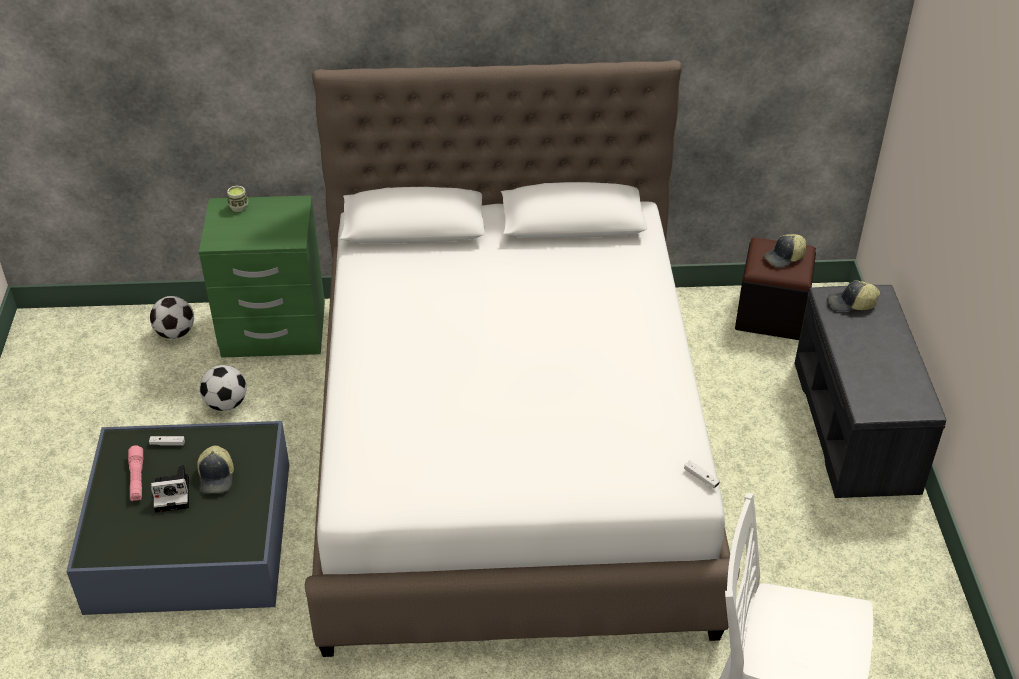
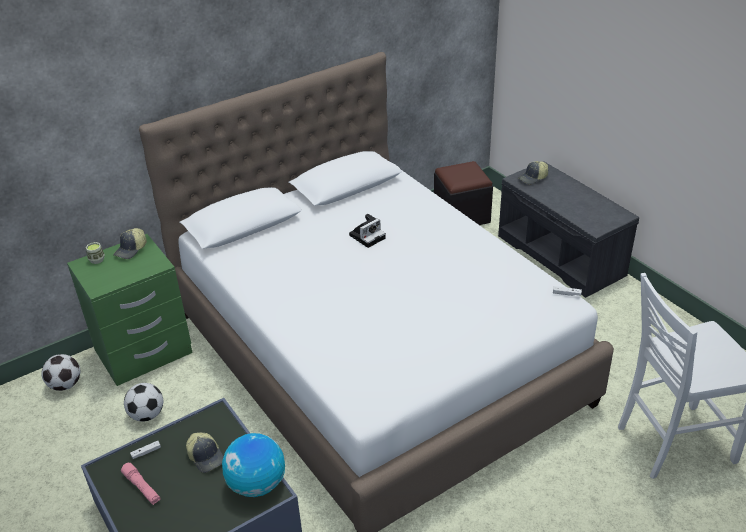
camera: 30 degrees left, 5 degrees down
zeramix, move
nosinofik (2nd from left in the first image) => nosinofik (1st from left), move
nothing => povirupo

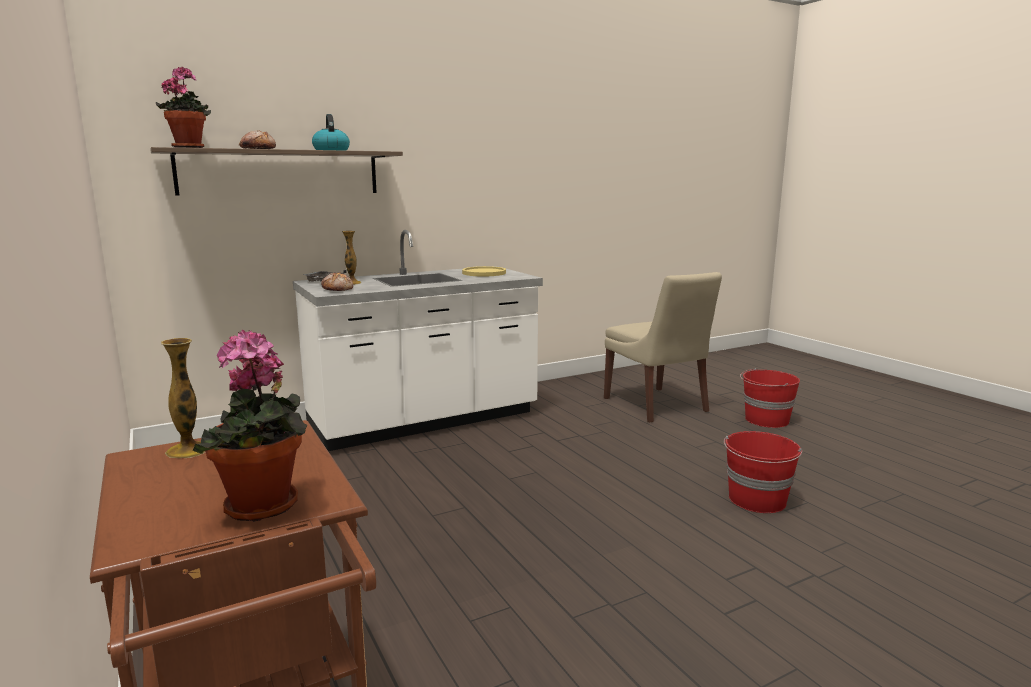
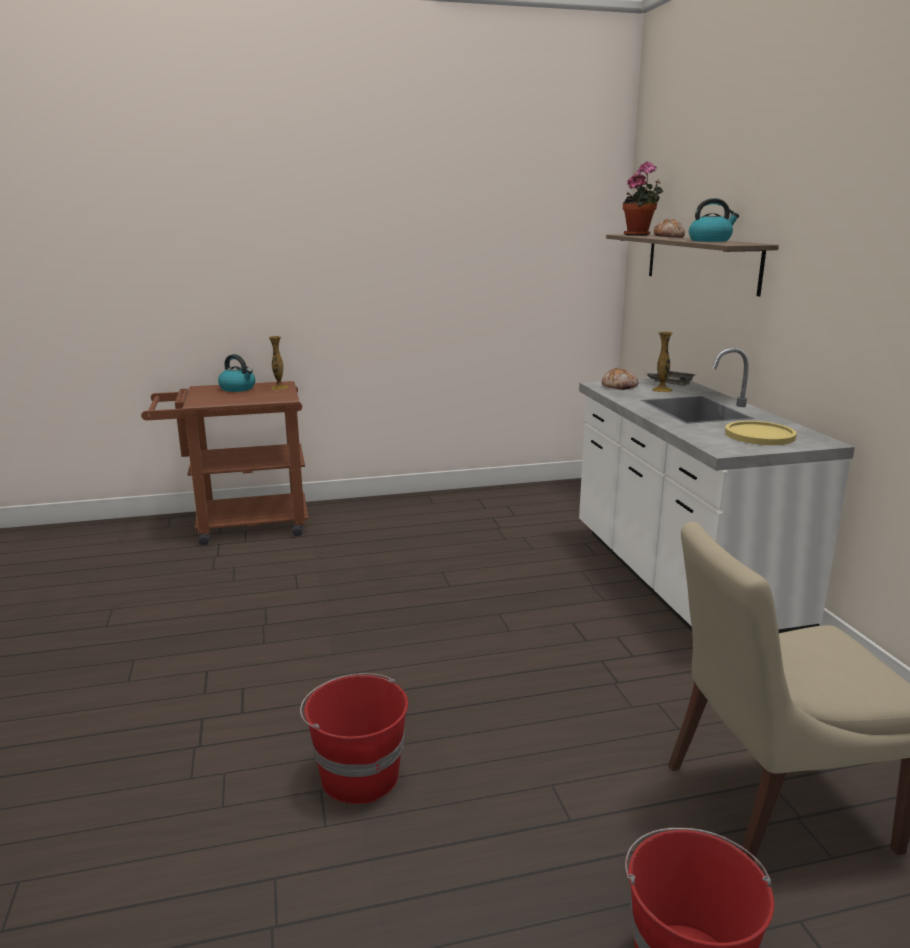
camera: 105 degrees right, 5 degrees up
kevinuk (2nd from left) => nothing
nothing => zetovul (1st from left)

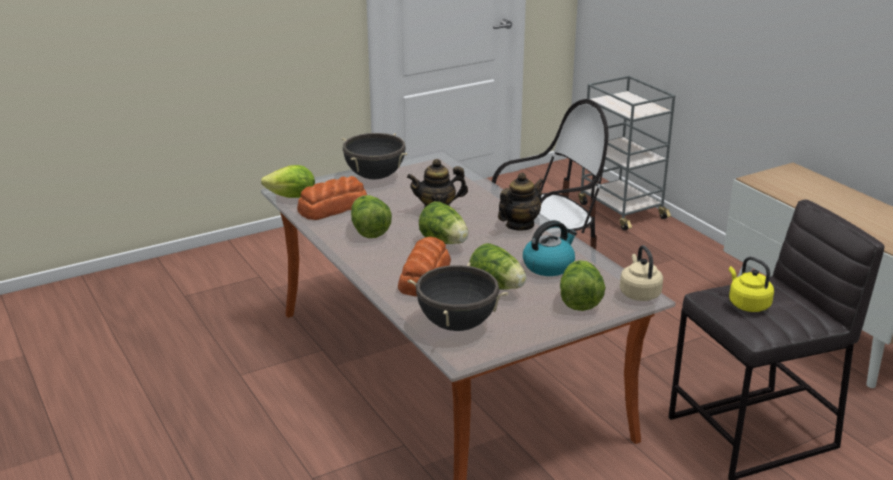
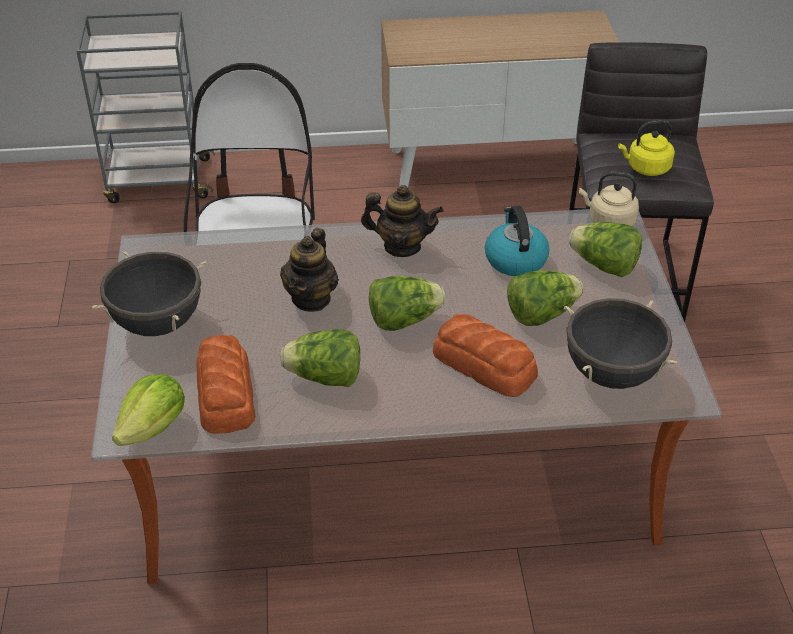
camera: 65 degrees left, 15 degrees up
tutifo (2nd from left), 120 degrees clockwise

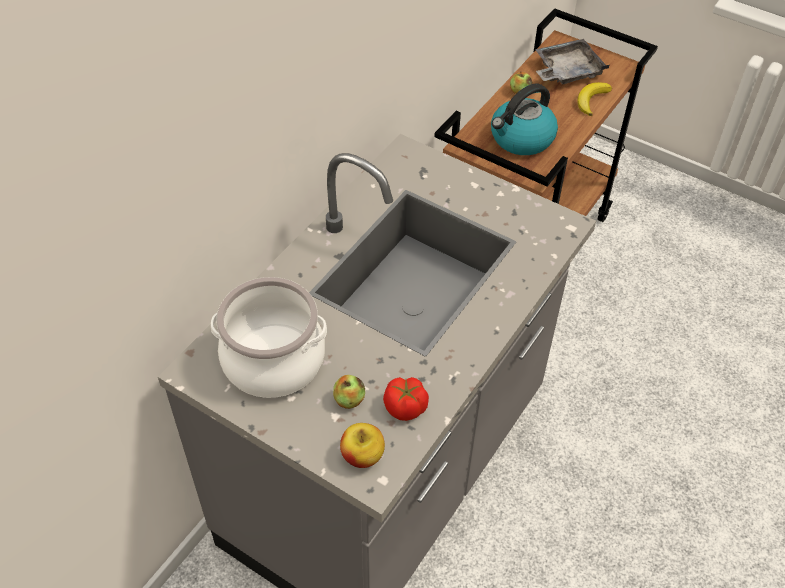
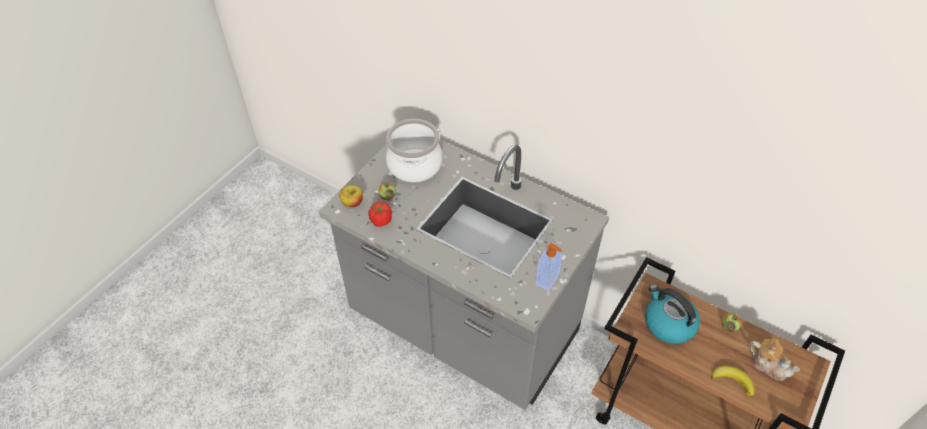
camera: 90 degrees right, 0 degrees up
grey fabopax => tutifo
nothing => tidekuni

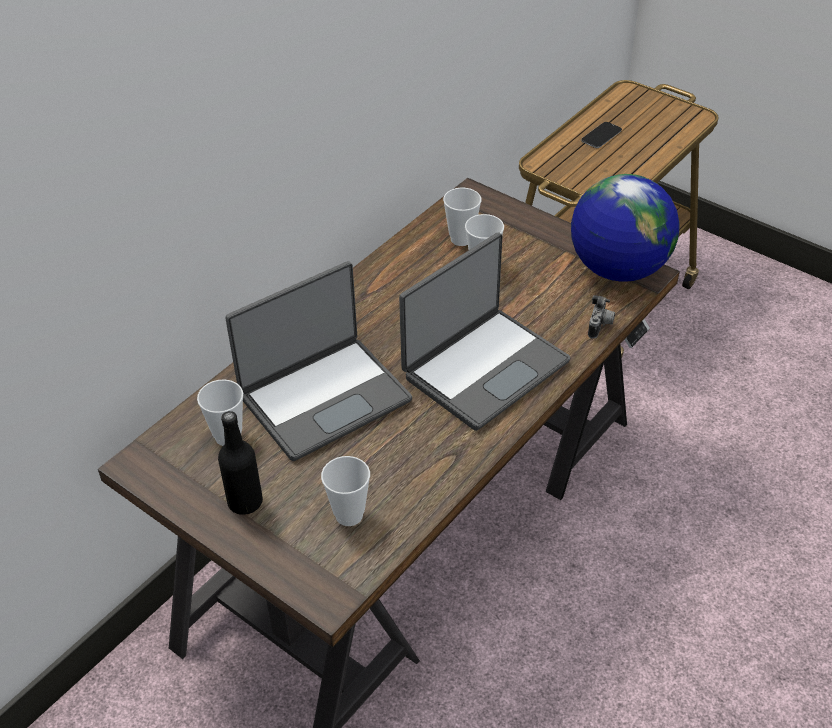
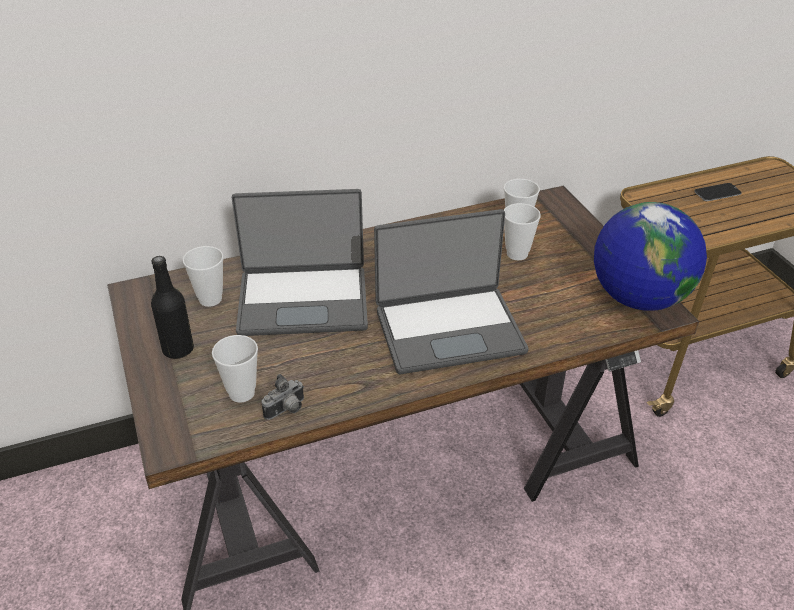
camera: 30 degrees right, 5 degrees down
zeramix, move

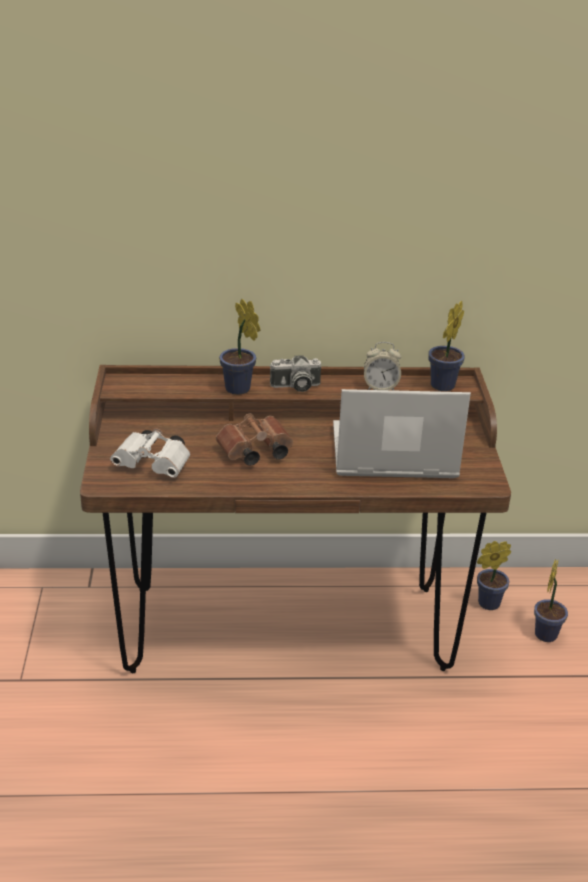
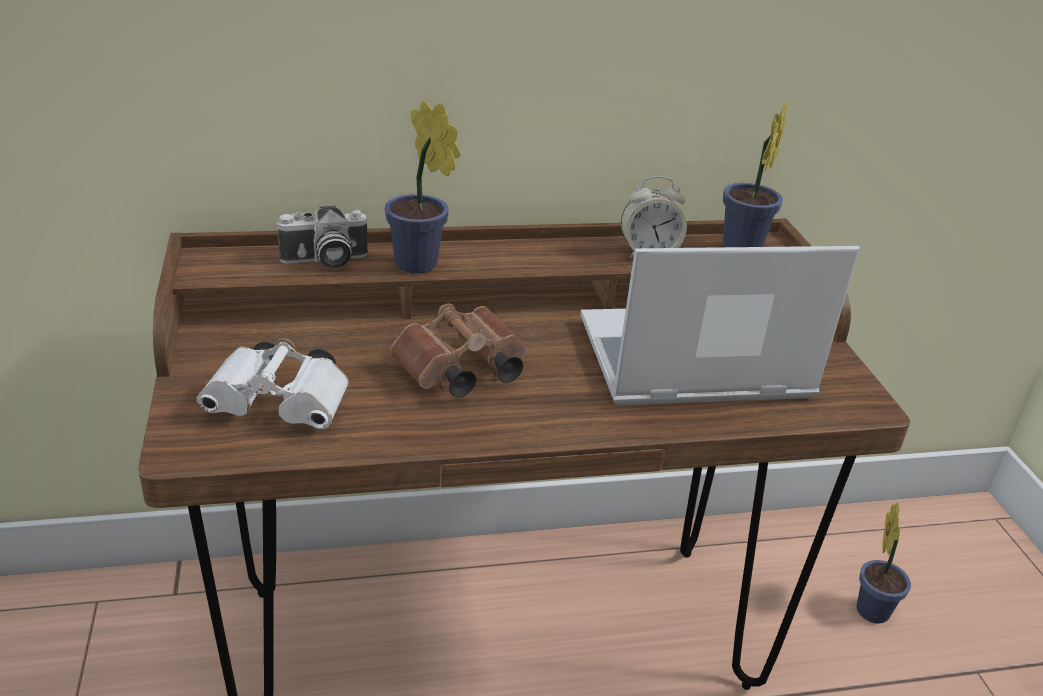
camera: 10 degrees left, 0 degrees up
zeramix, move
kevinuk (3rd from left) => nothing

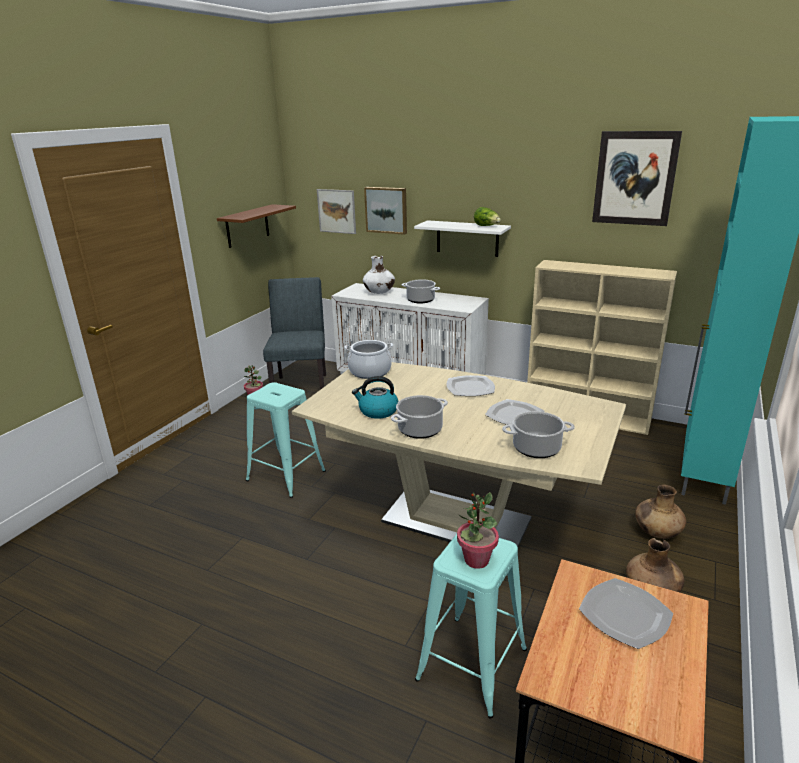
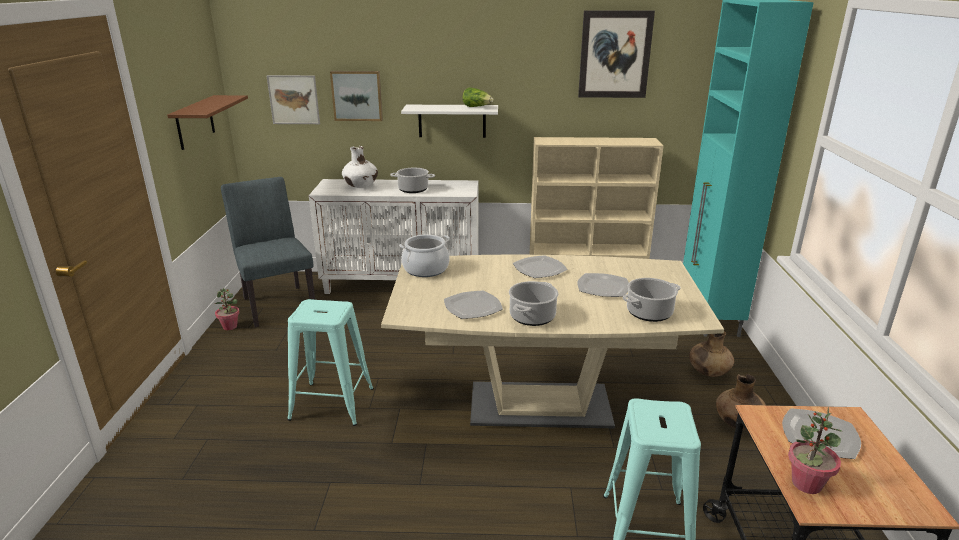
camera: 25 degrees left, 0 degrees up
zetovul => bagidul (1st from left)
kevinuk (2nd from left), move

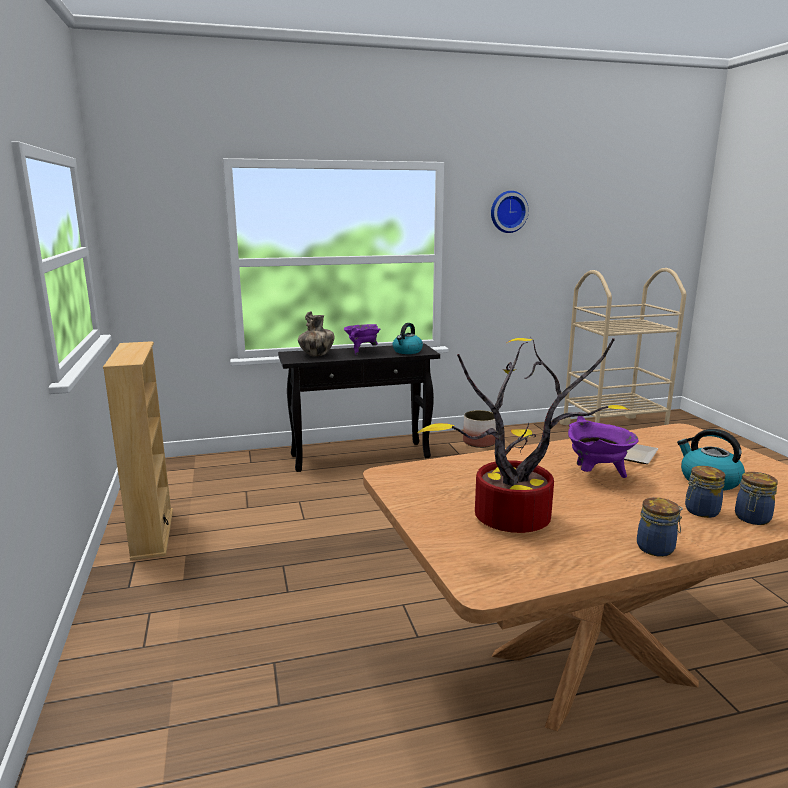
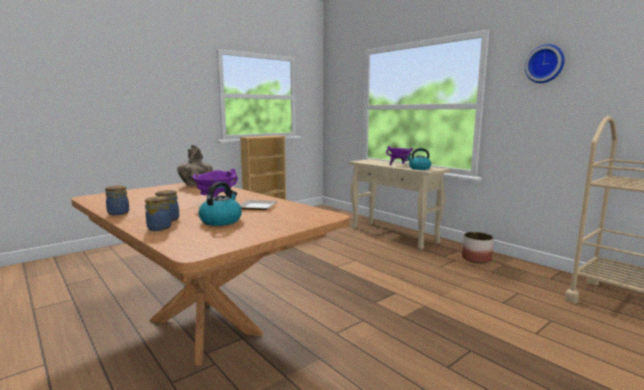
camera: 65 degrees right, 5 degrees down
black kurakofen => beige kurakofen
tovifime, move
kevinuk => nothing

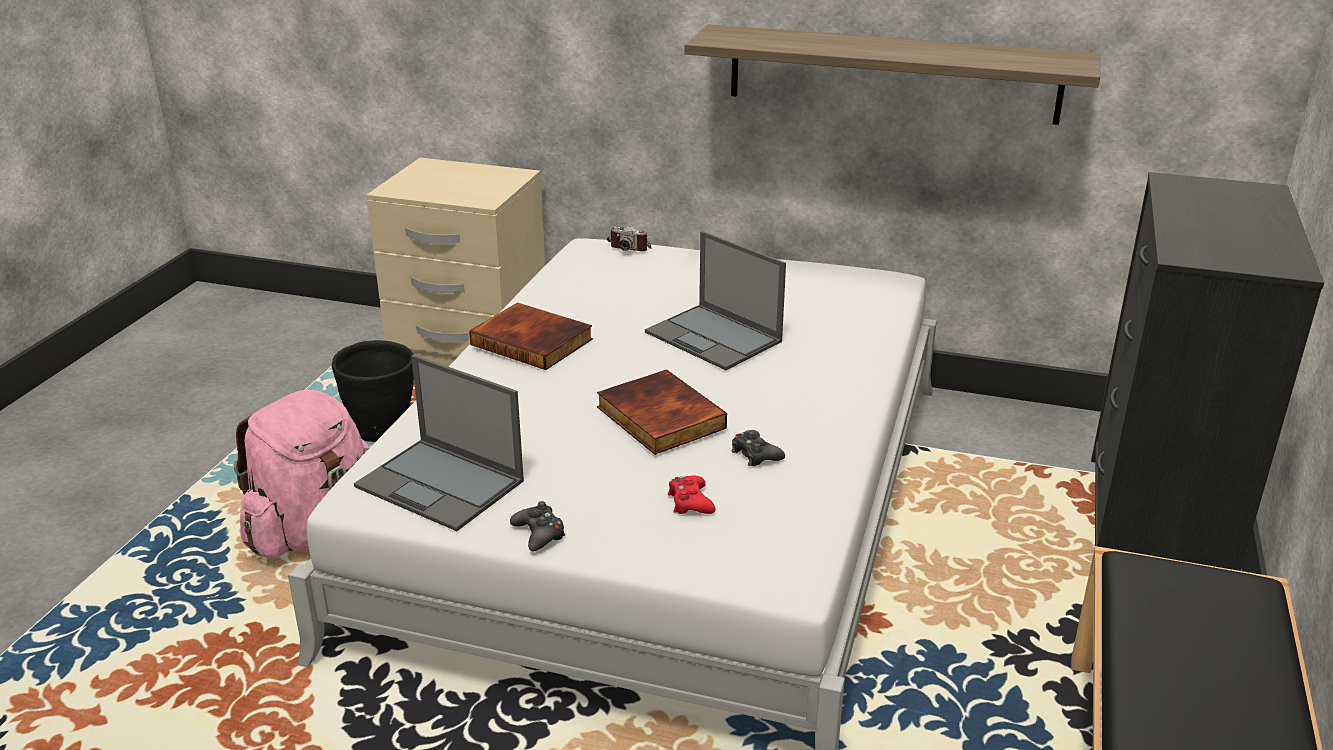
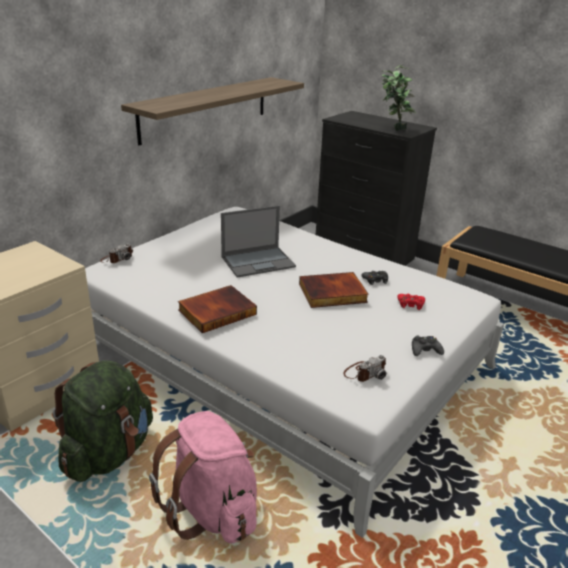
camera: 70 degrees left, 0 degrees up
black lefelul => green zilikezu
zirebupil (1st from left) => zeramix (2nd from left)
nothing => kevinuk

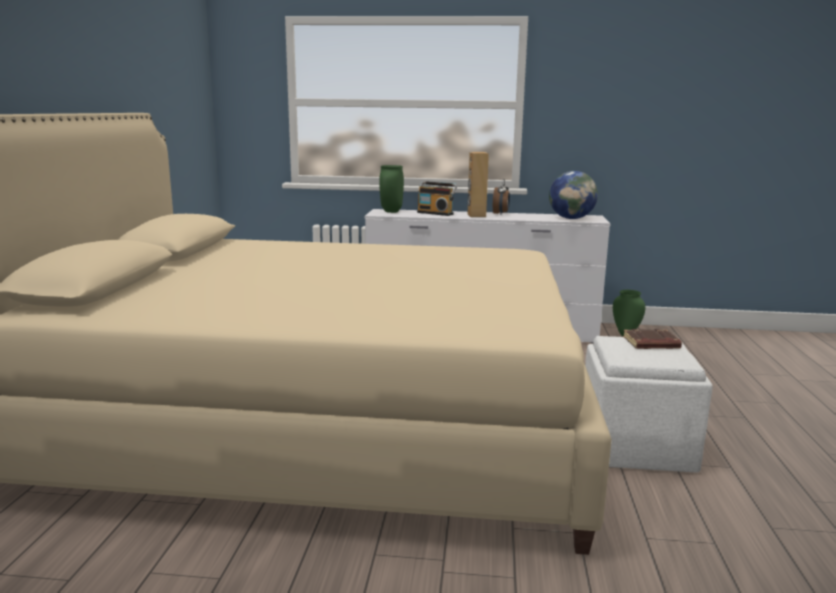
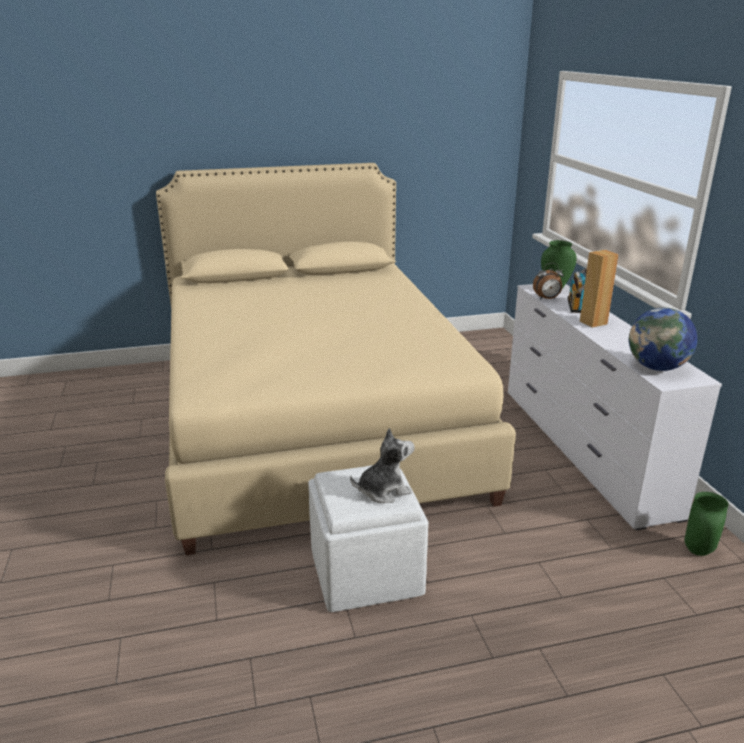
camera: 70 degrees right, 10 degrees up
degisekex, move
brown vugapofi => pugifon

